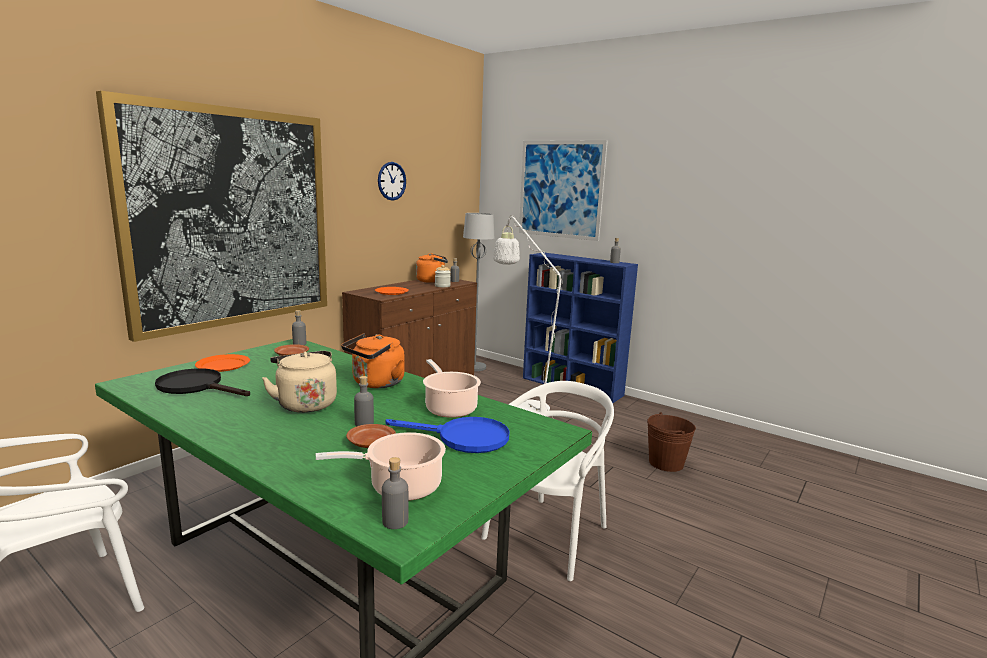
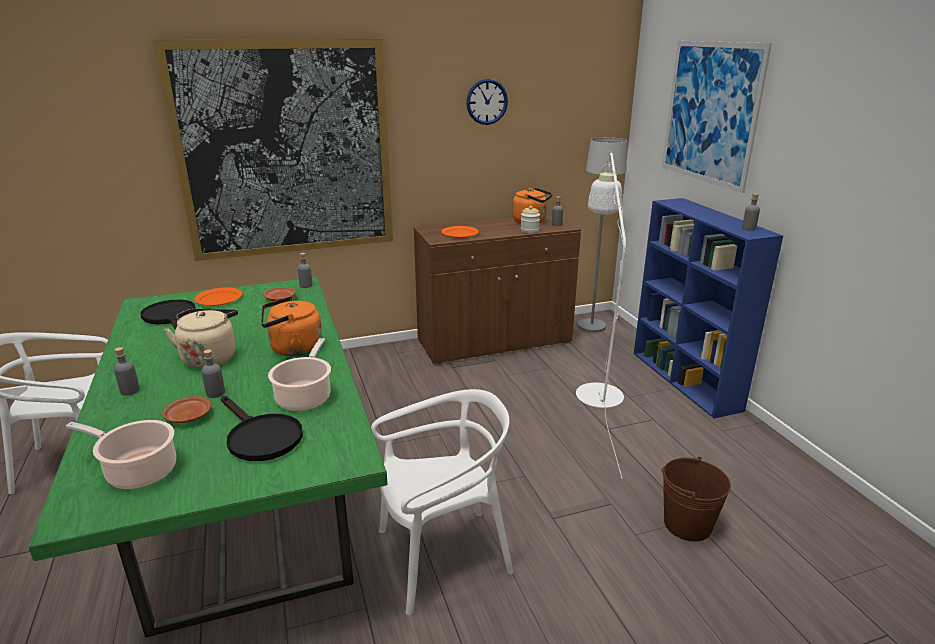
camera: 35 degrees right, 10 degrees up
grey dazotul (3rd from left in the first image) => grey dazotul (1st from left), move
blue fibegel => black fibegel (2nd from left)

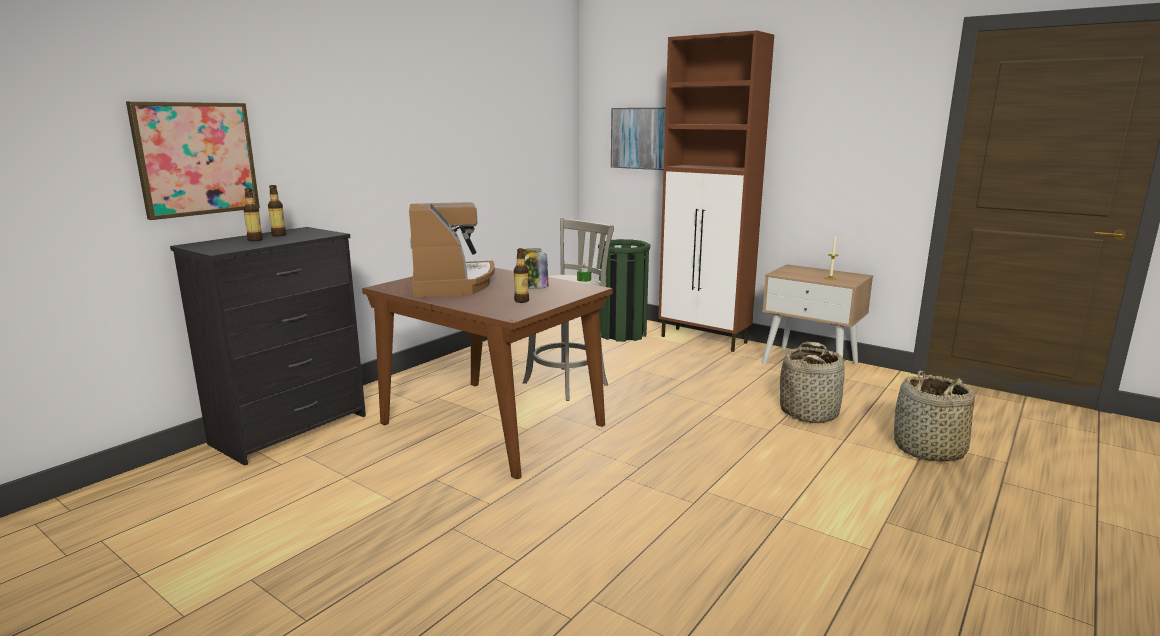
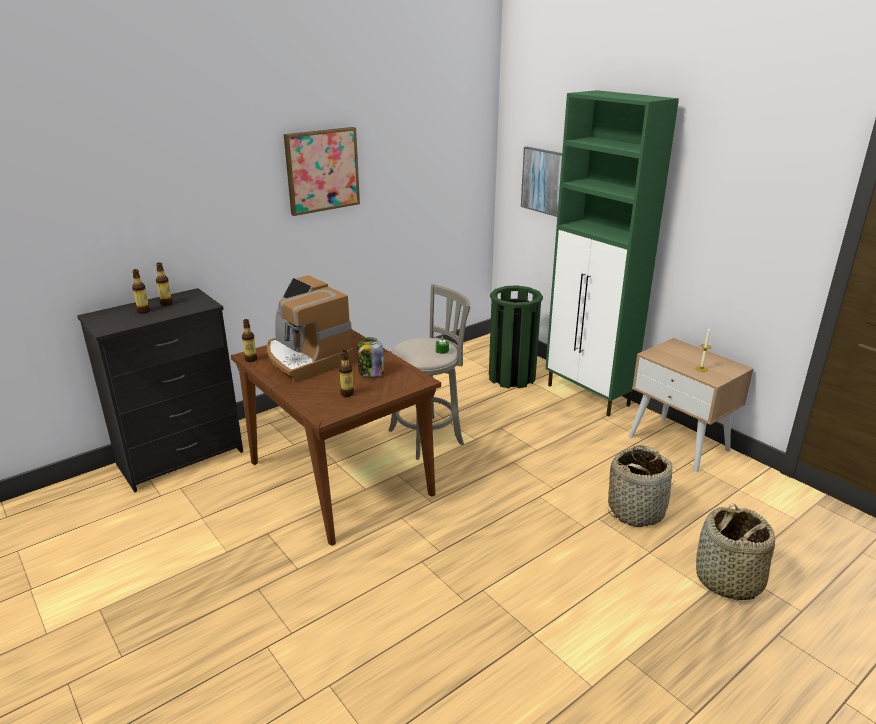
camera: 15 degrees right, 10 degrees up
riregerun (1st from left), move
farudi, 135 degrees clockwise
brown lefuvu => green lefuvu
nothing => dazotul (3rd from left)

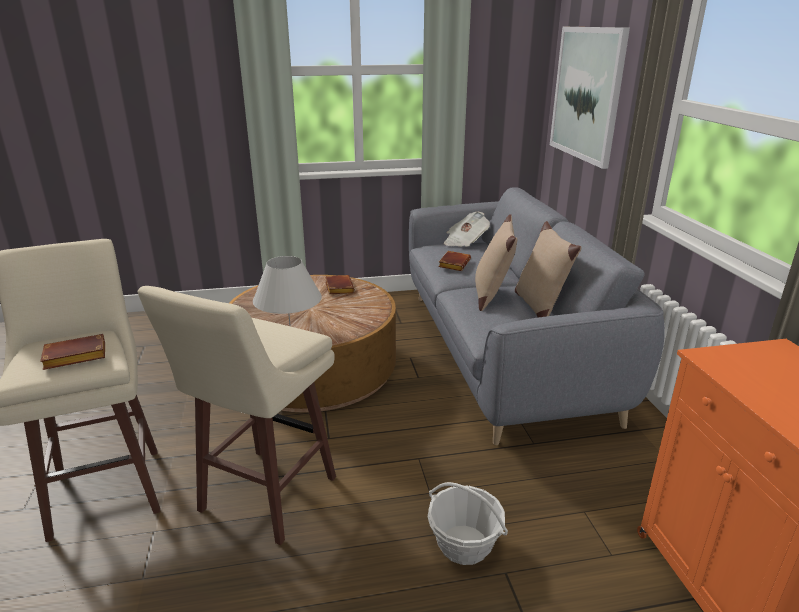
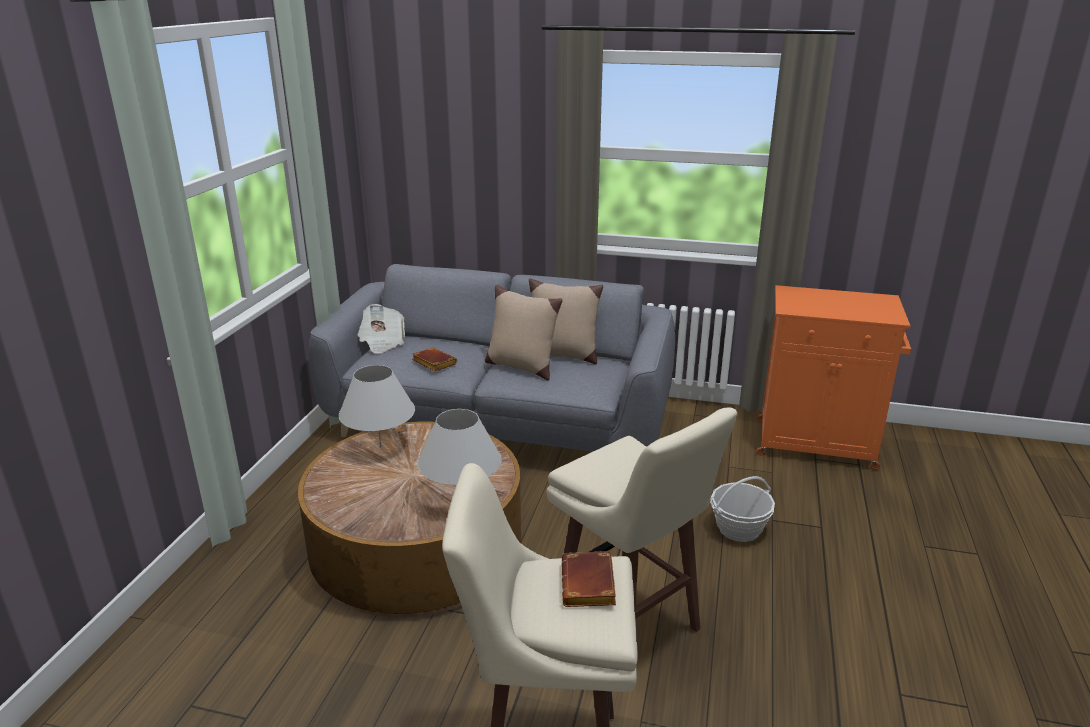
camera: 65 degrees left, 0 degrees up
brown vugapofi (2nd from left) => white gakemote (1st from left)
riregerun => nothing

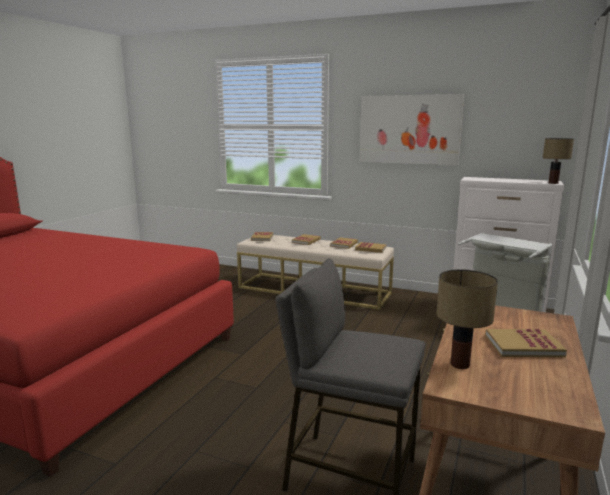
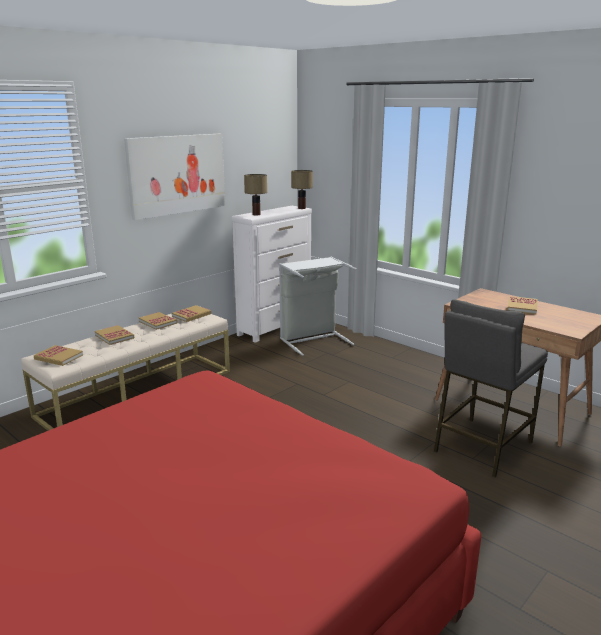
camera: 70 degrees left, 5 degrees up
gakemote (1st from left), move

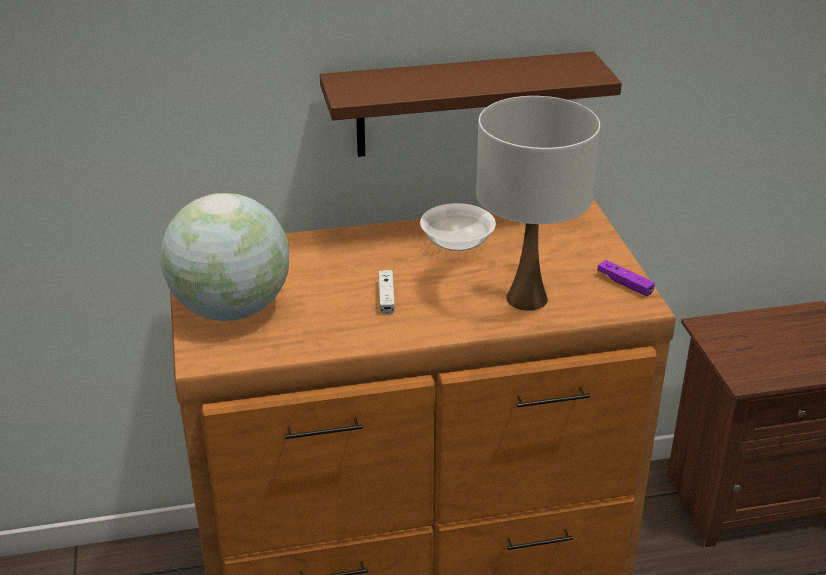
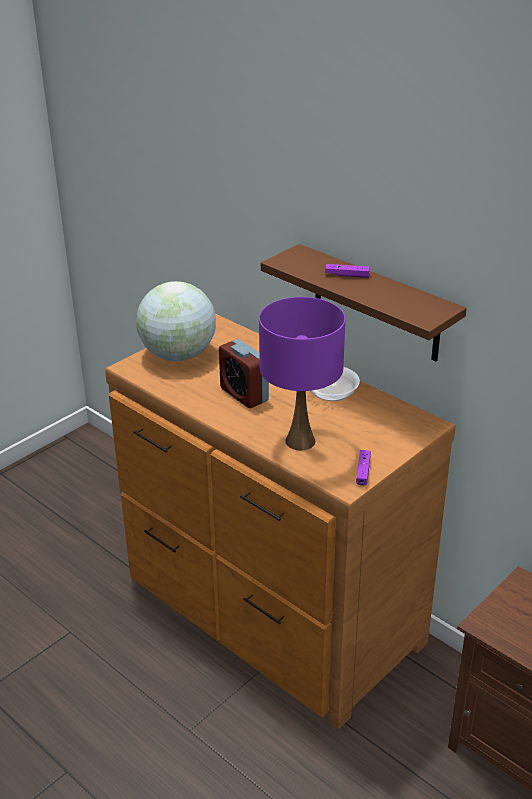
camera: 55 degrees right, 0 degrees up
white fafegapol => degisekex
white gakemote => purple gakemote
nothing => purple fafegapol (1st from left)

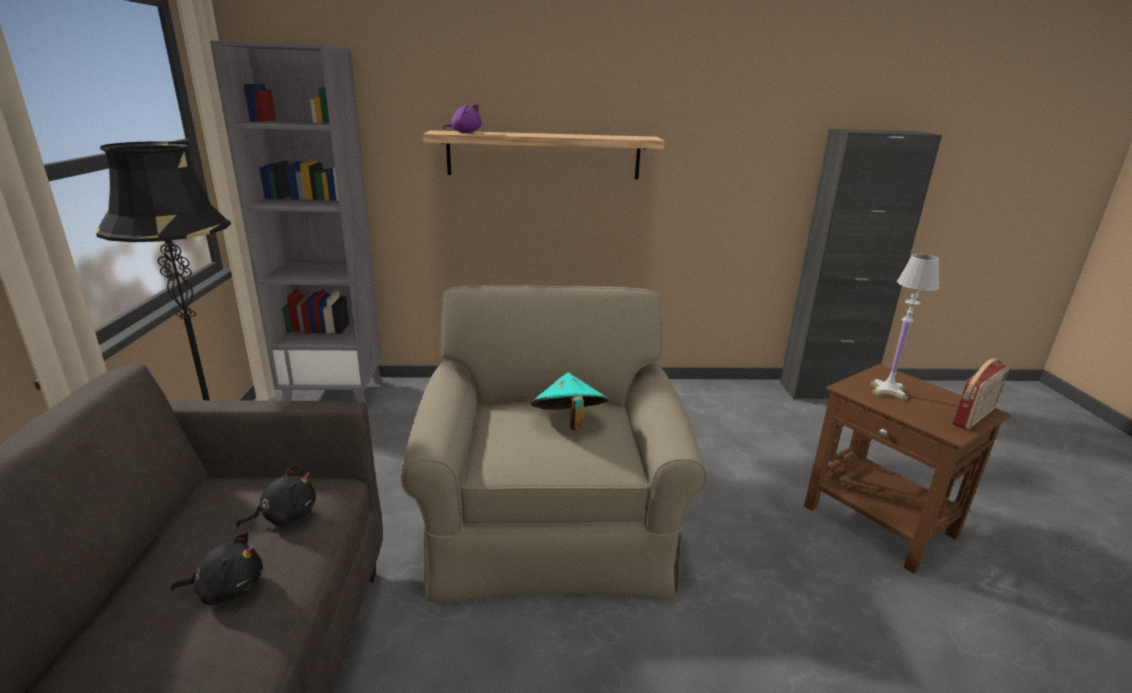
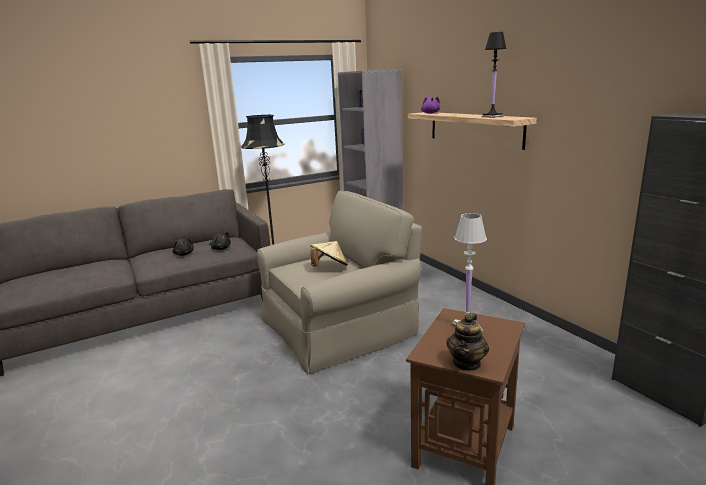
camera: 65 degrees right, 5 degrees down
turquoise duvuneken => beige duvuneken
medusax => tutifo
nothing => black gakemote

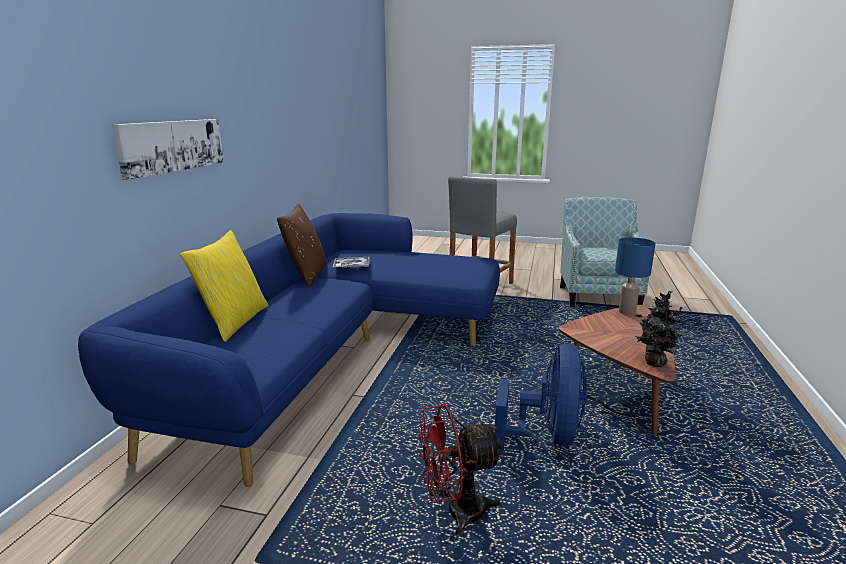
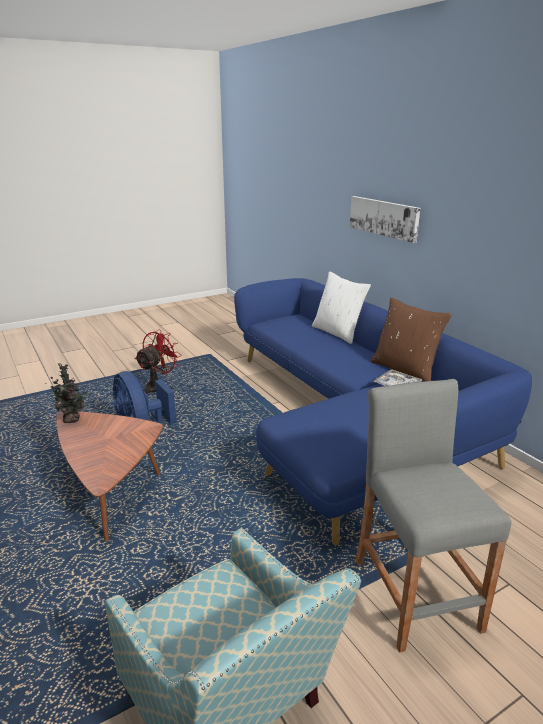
camera: 135 degrees right, 5 degrees up
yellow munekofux => white munekofux
blue gakemote => nothing

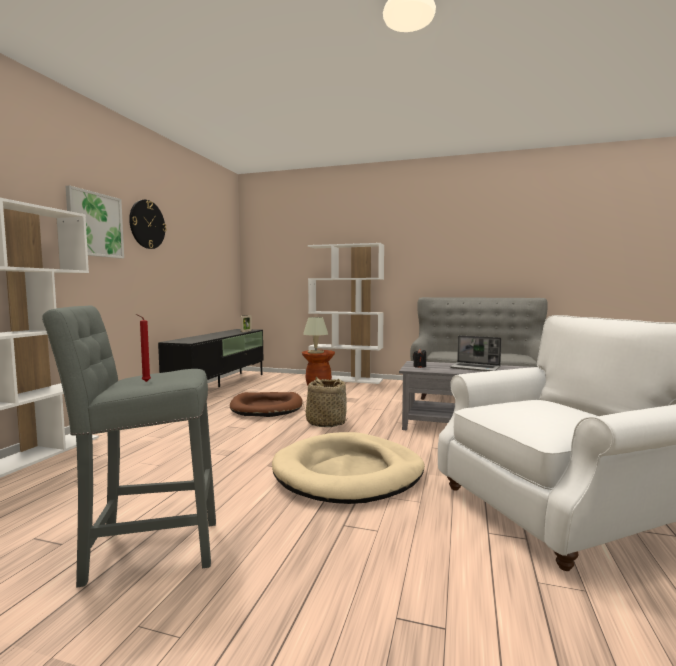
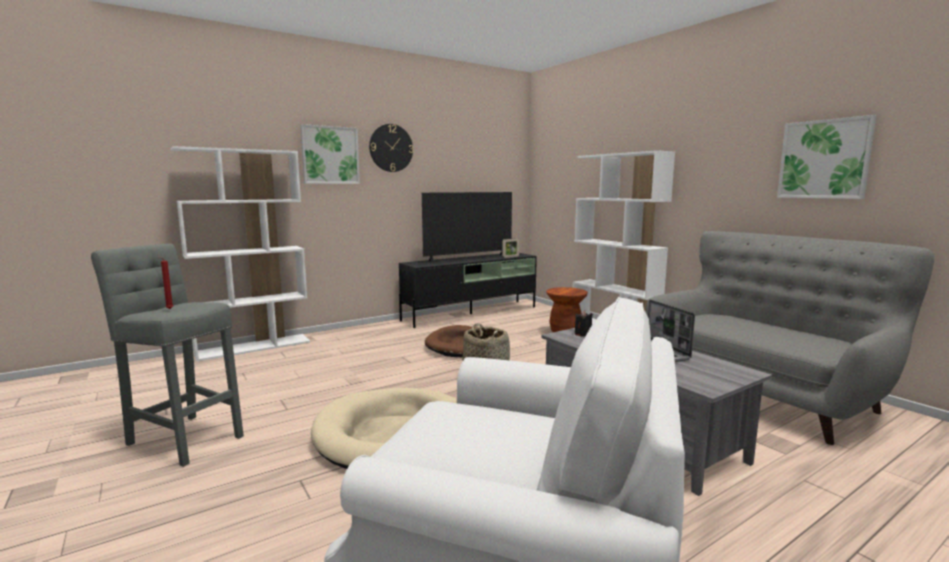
camera: 40 degrees right, 5 degrees up
beige gakemote => nothing
nothing => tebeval
nothing => riregerun (2nd from left)

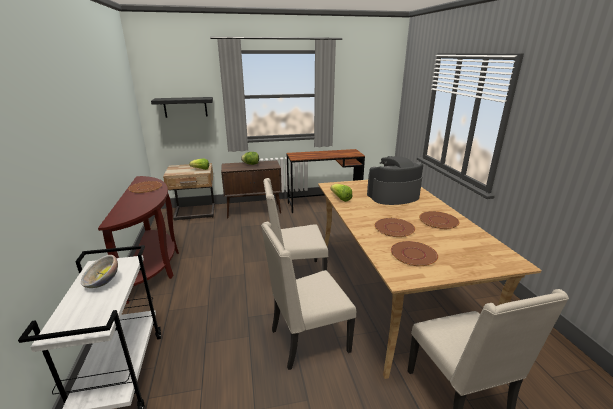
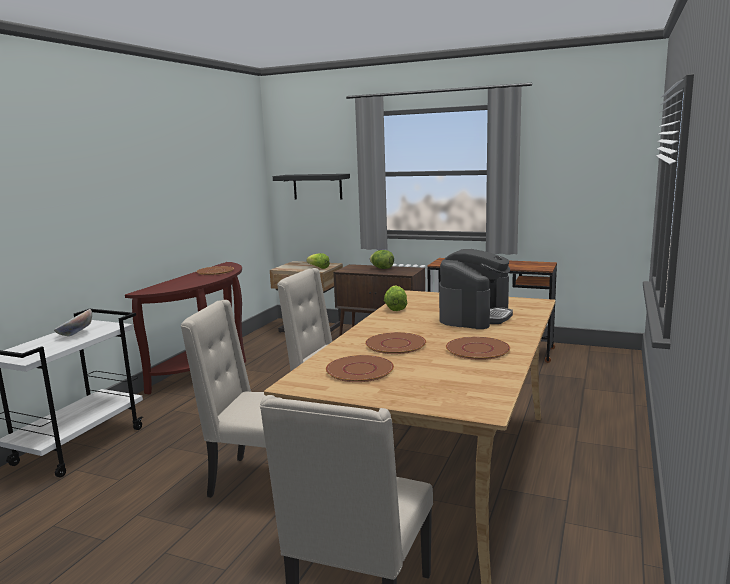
camera: 35 degrees right, 10 degrees down
farudi, 105 degrees clockwise

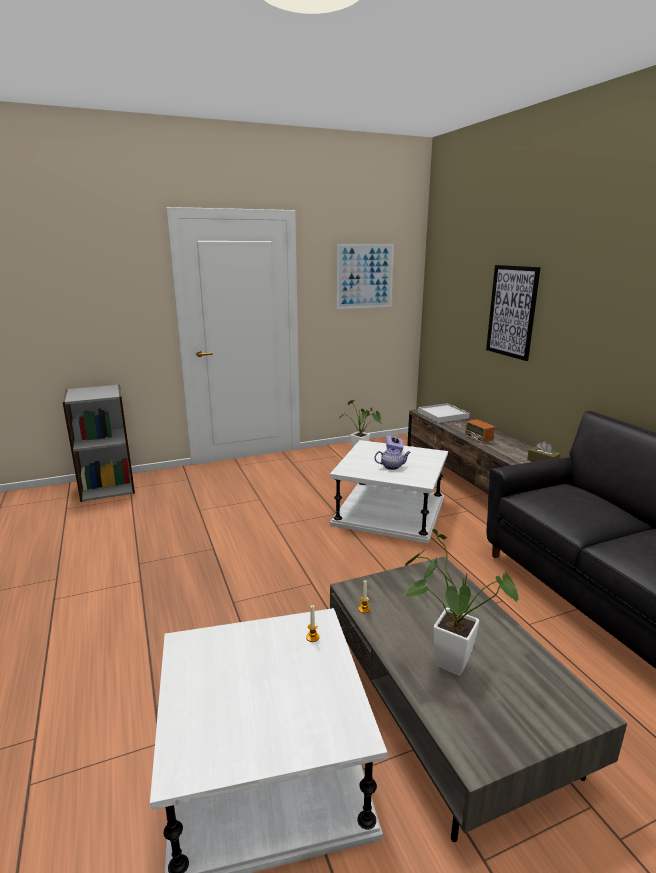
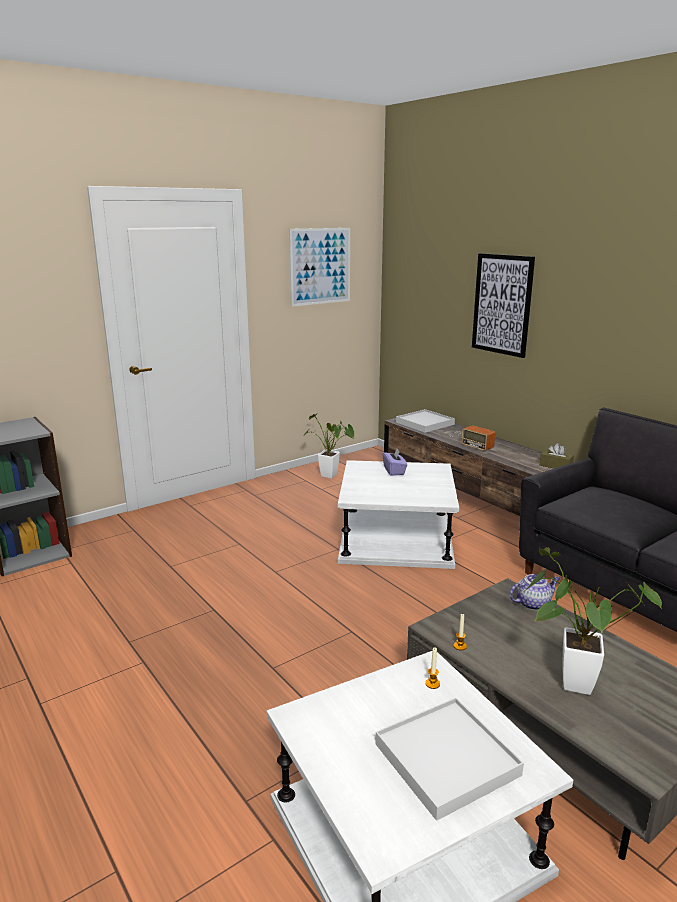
camera: 15 degrees left, 0 degrees up
tutifo, move
nothing => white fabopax (2nd from left)

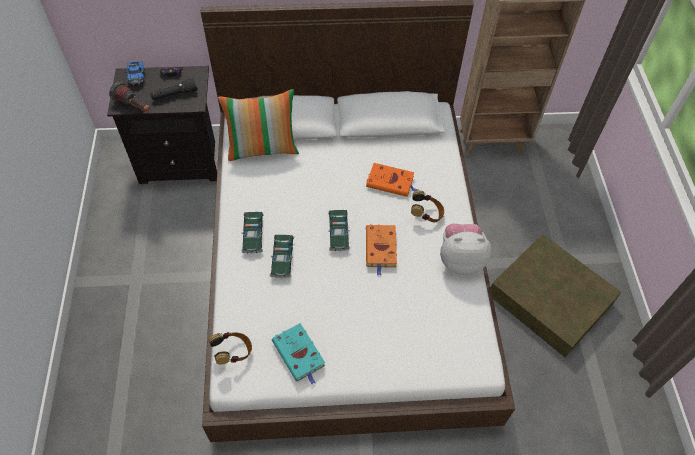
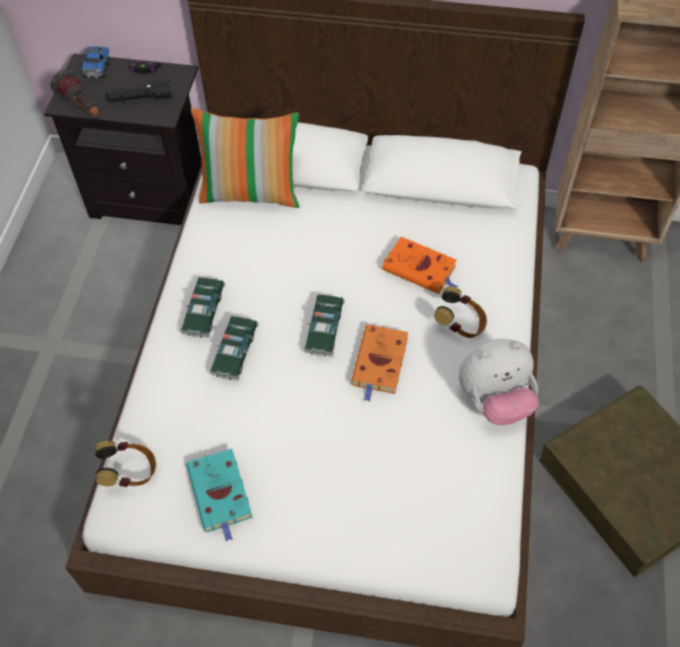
camera: 15 degrees right, 0 degrees up
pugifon, 150 degrees clockwise

